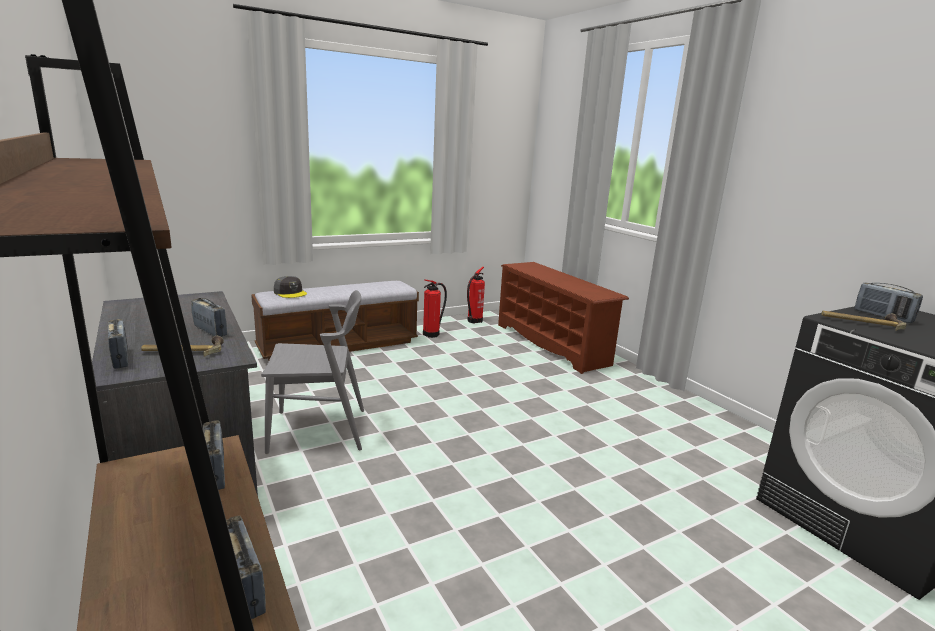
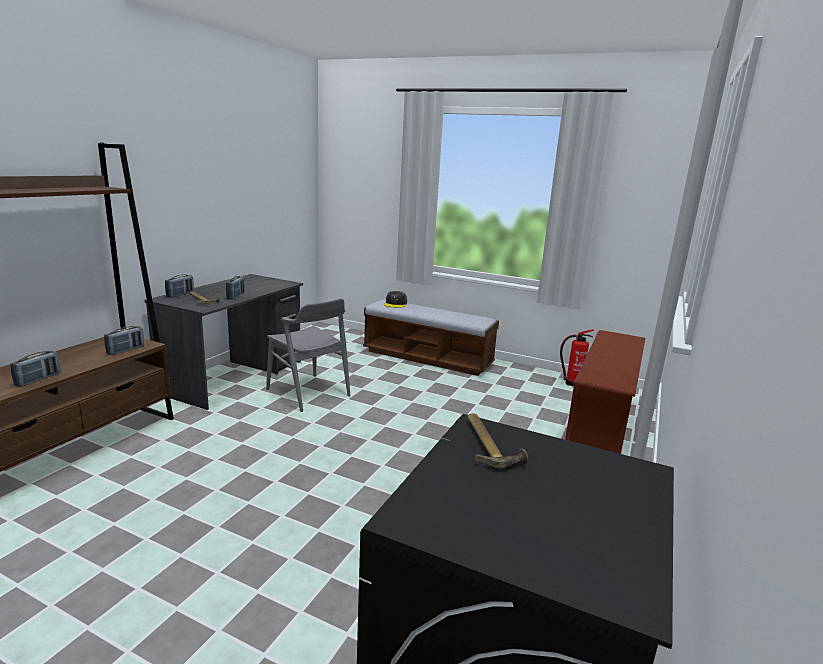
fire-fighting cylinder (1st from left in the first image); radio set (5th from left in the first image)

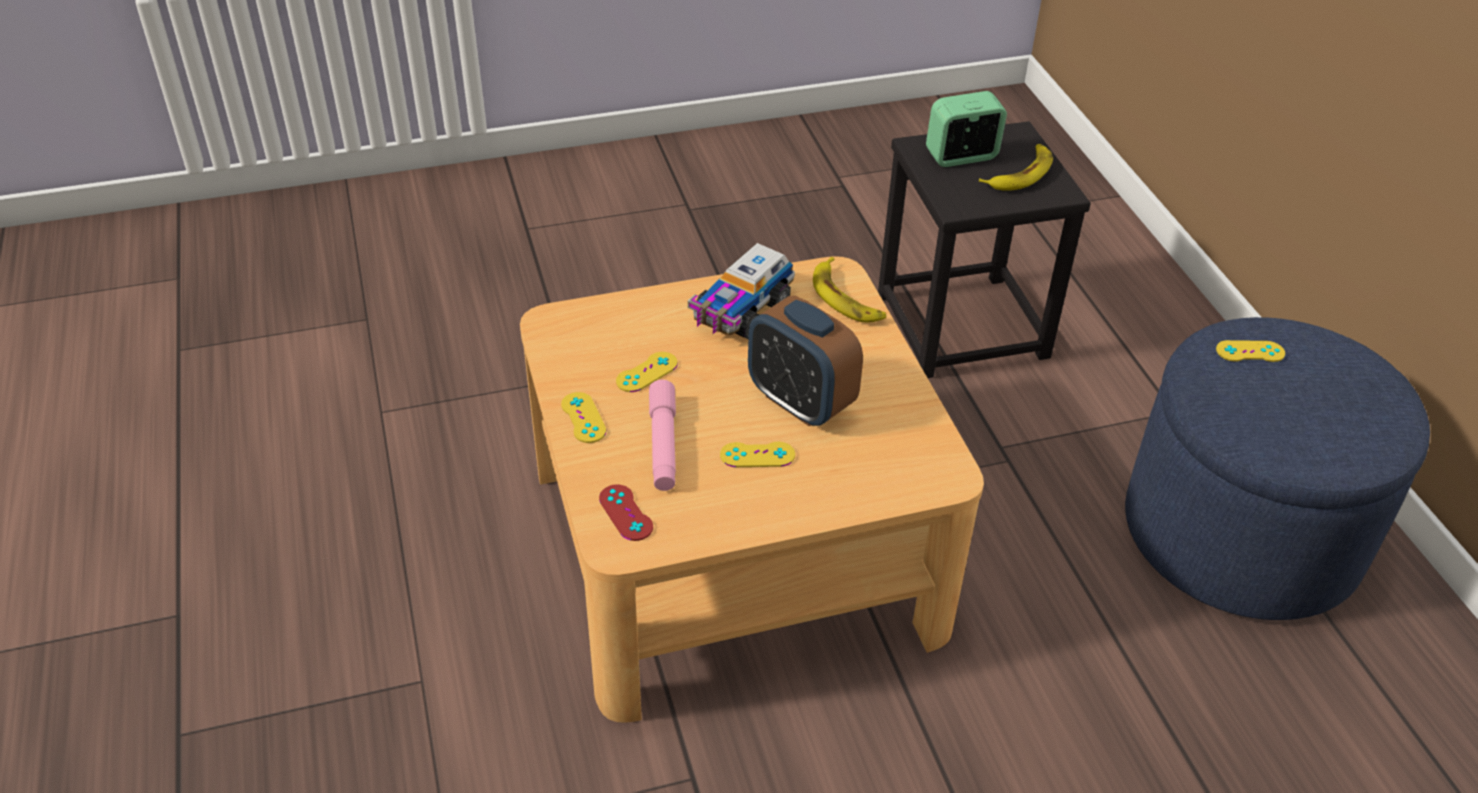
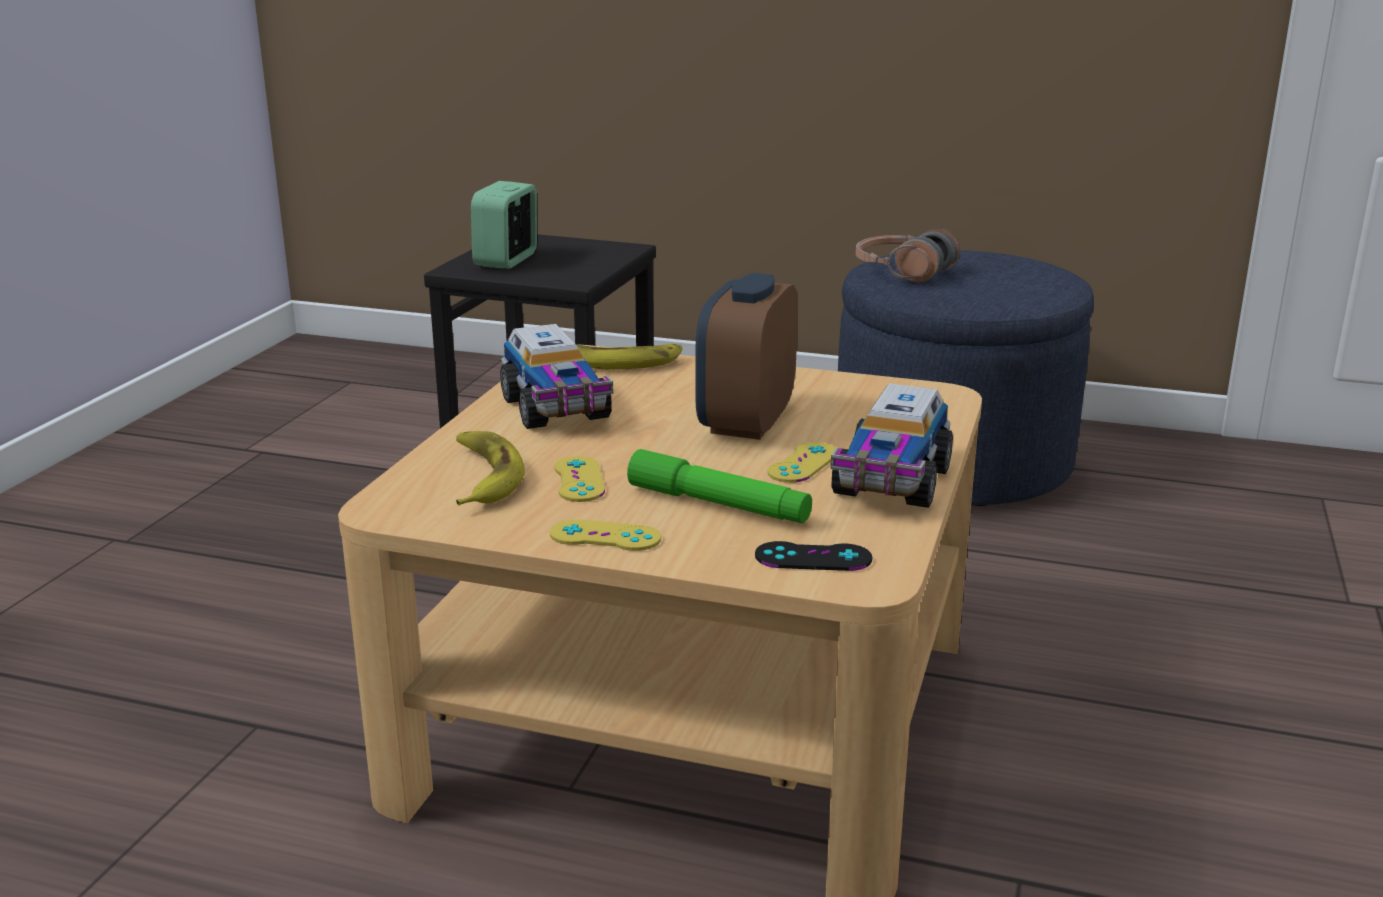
toy lorry (2nd from left); whole banana (1st from left); headphones; black joypad; green-coloured hand torch; alarm clock (2nd from left)

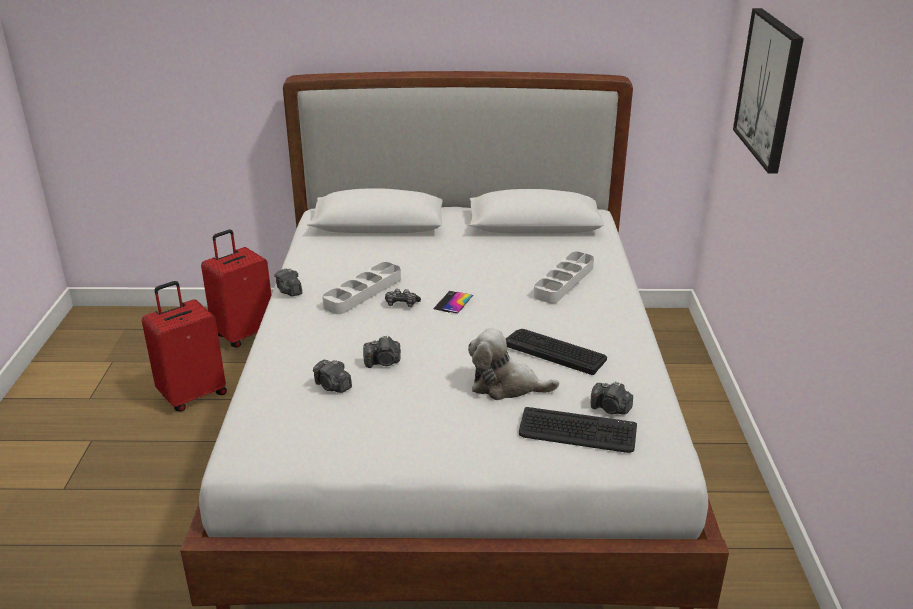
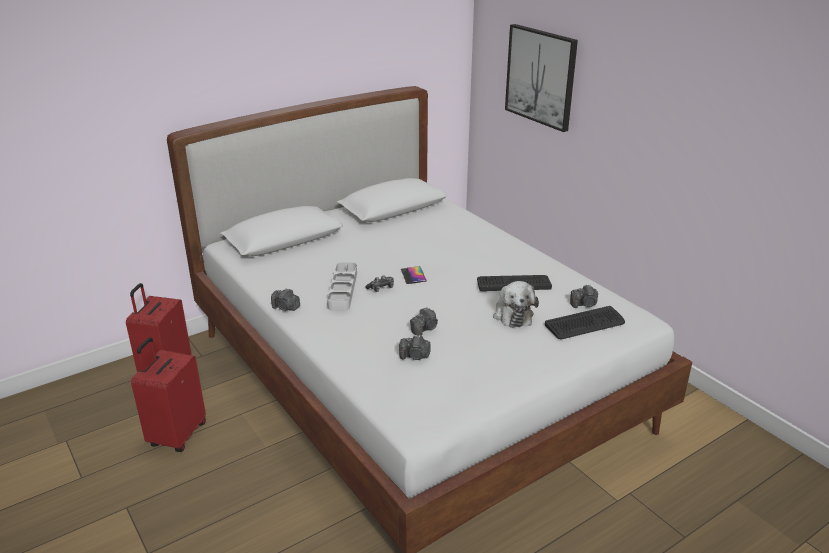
grey tray (2nd from left in the first image); soft toy

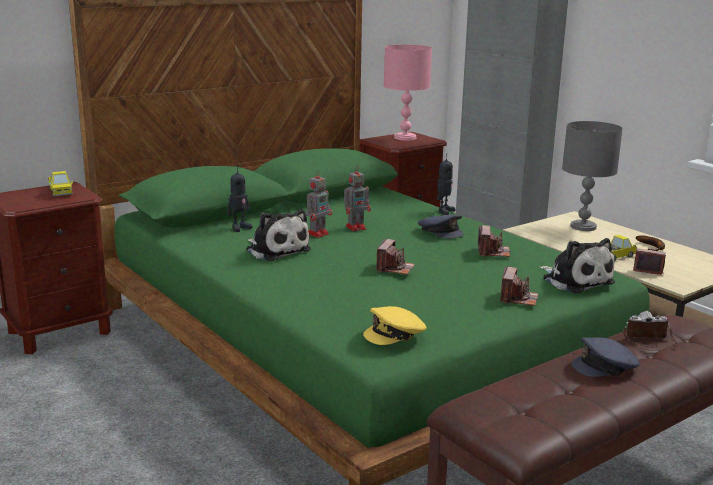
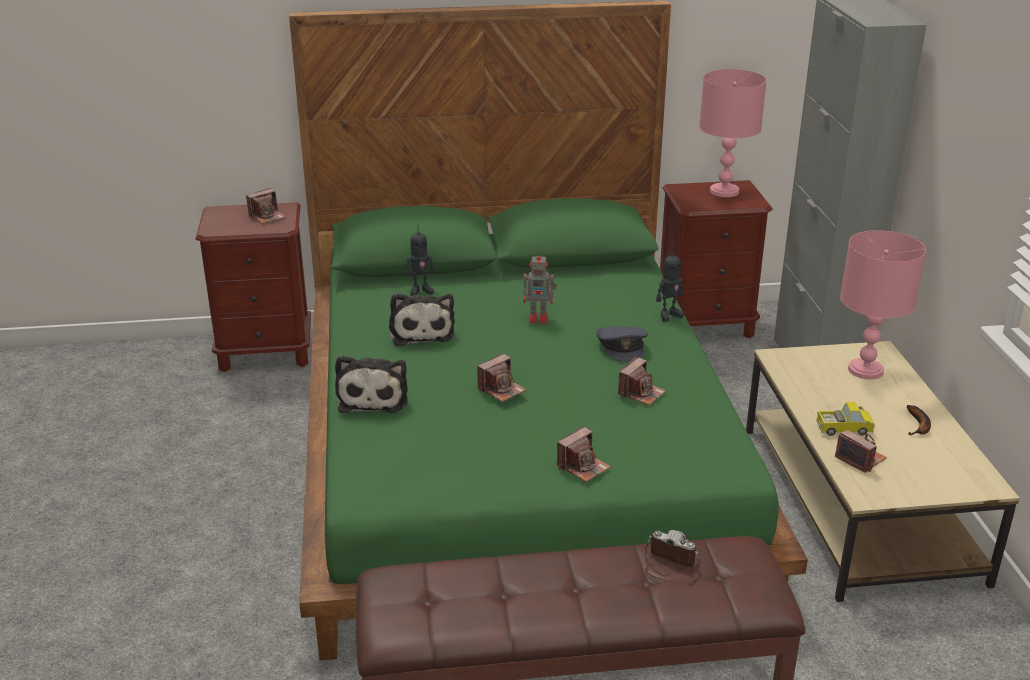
toy robot (2nd from left in the first image); yellowish cap; grey cap (2nd from left in the first image); soft toy (1st from left); photo camera (1st from left); pinkish tabletop lamp (2nd from left)

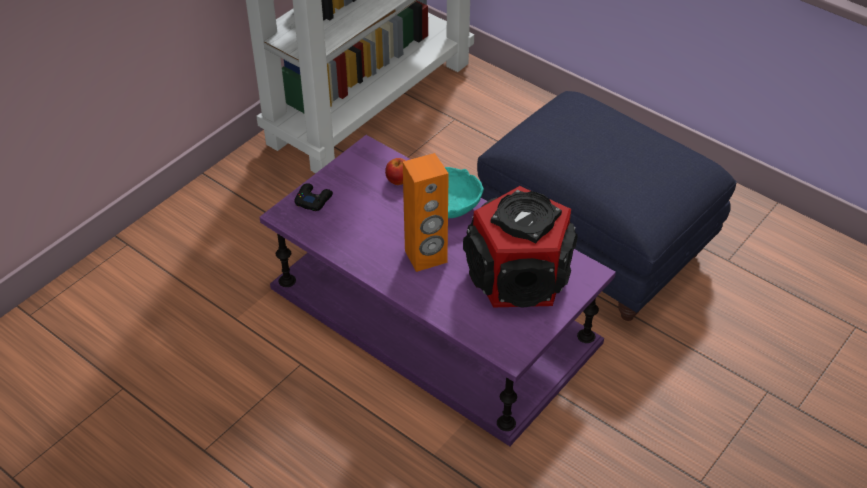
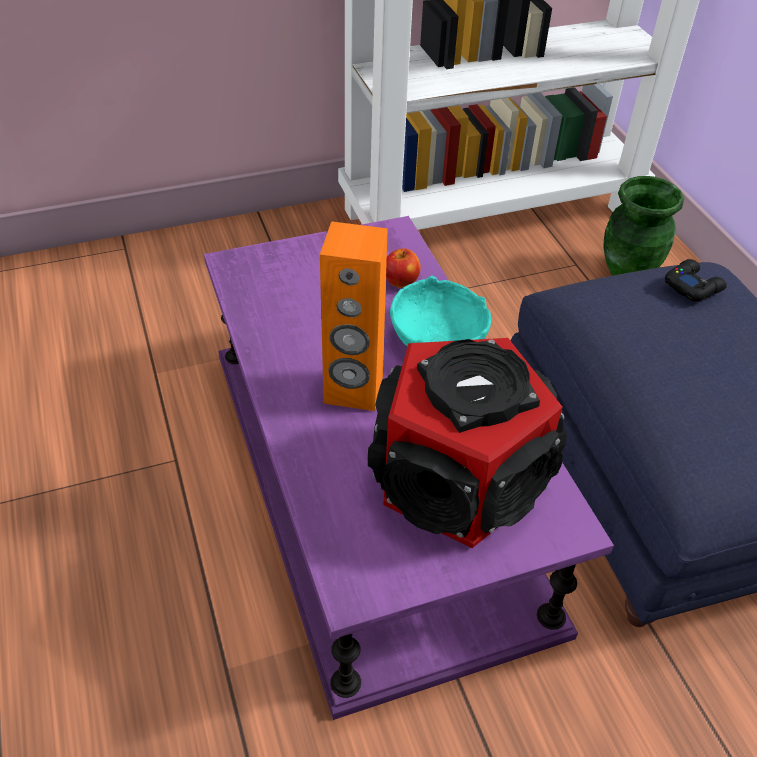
green-coloured decorative vase; black joypad

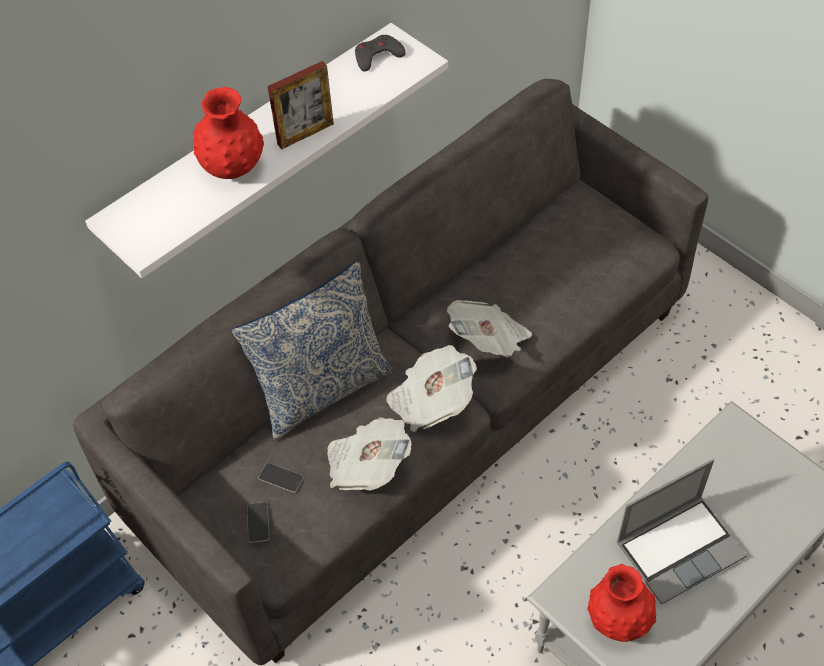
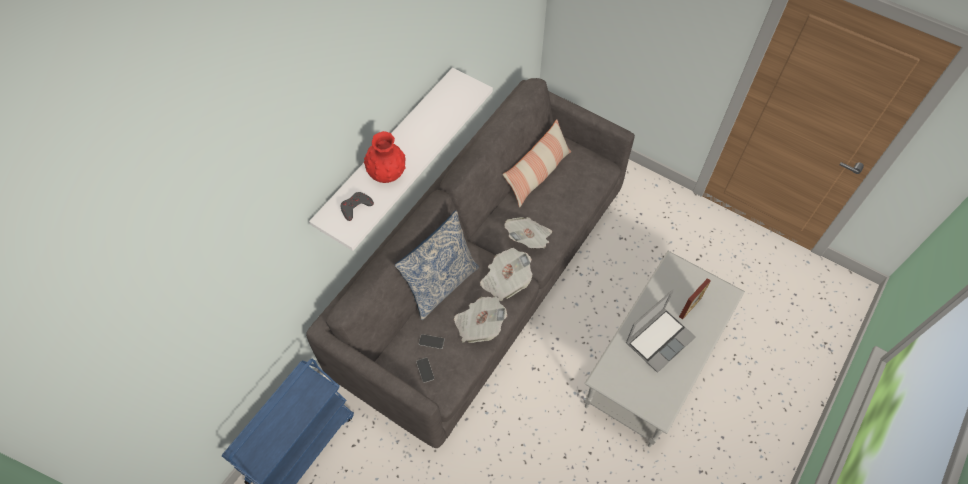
reddish decorative vase (2nd from left in the first image); throw pillow (2nd from left); photo frame; grey joypad

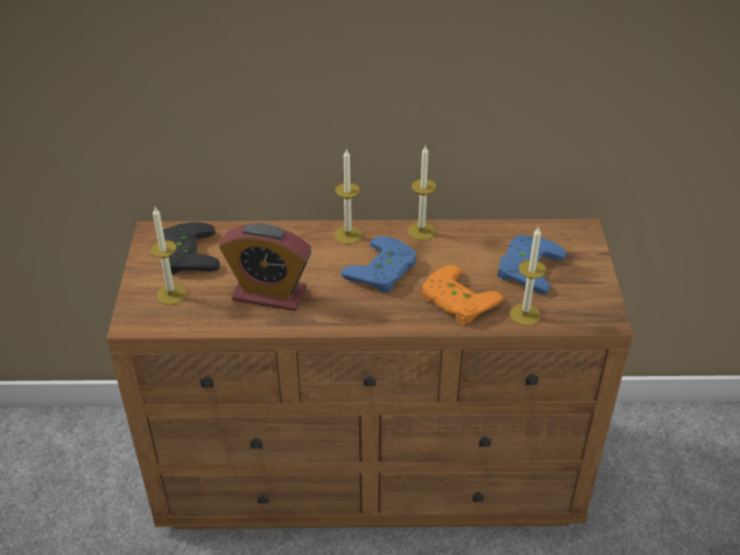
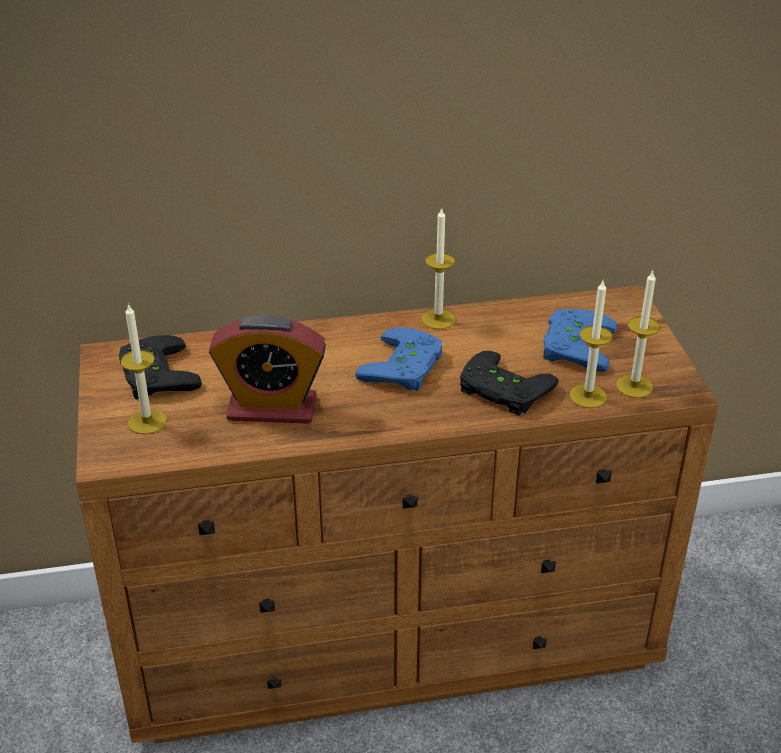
wax light (4th from left); black joypad (2nd from left)

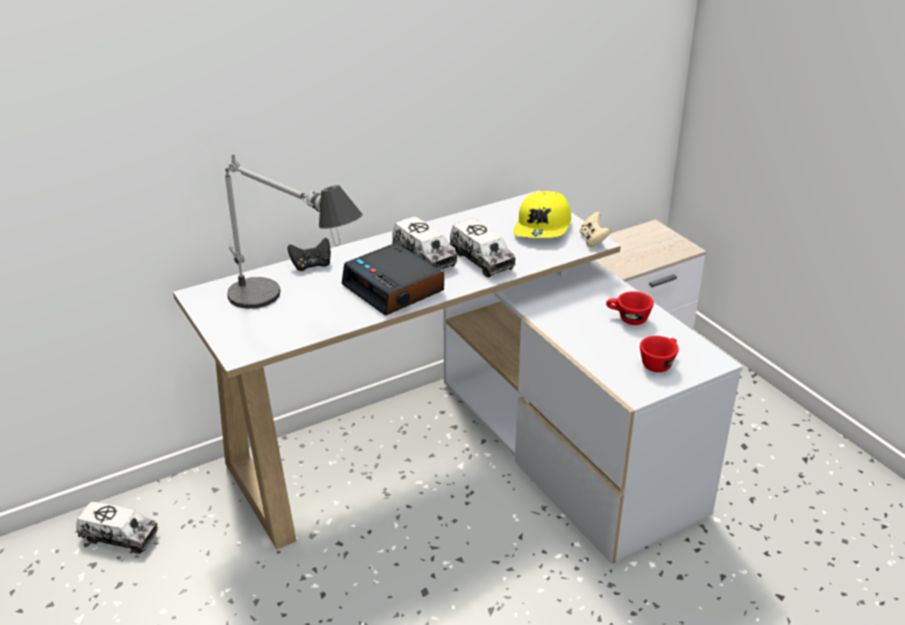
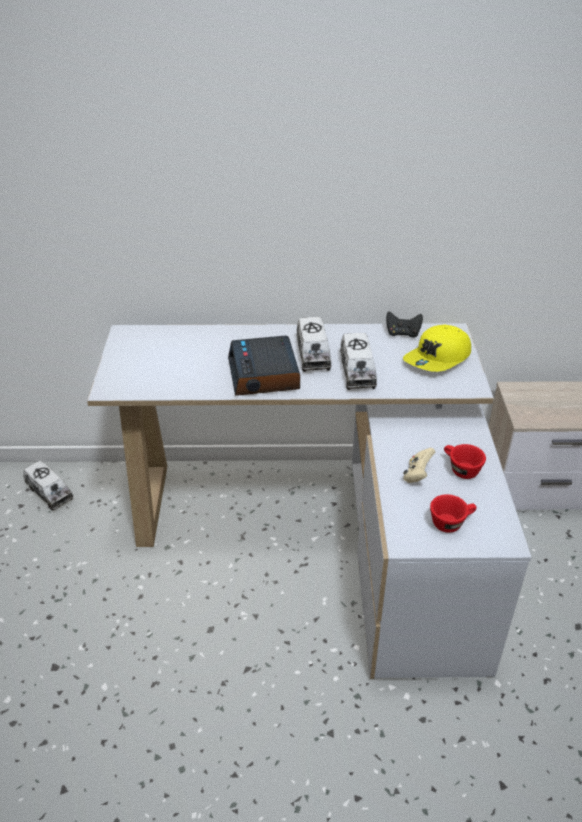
tabletop lamp; black joypad; beige-coloured joypad

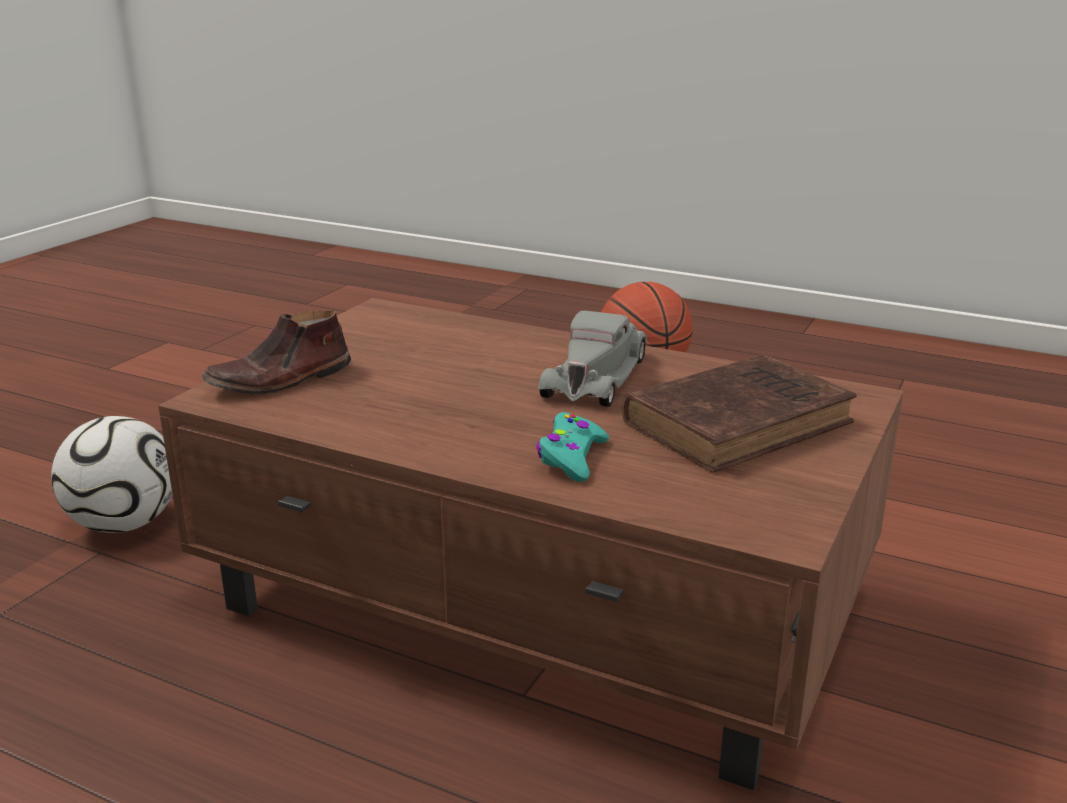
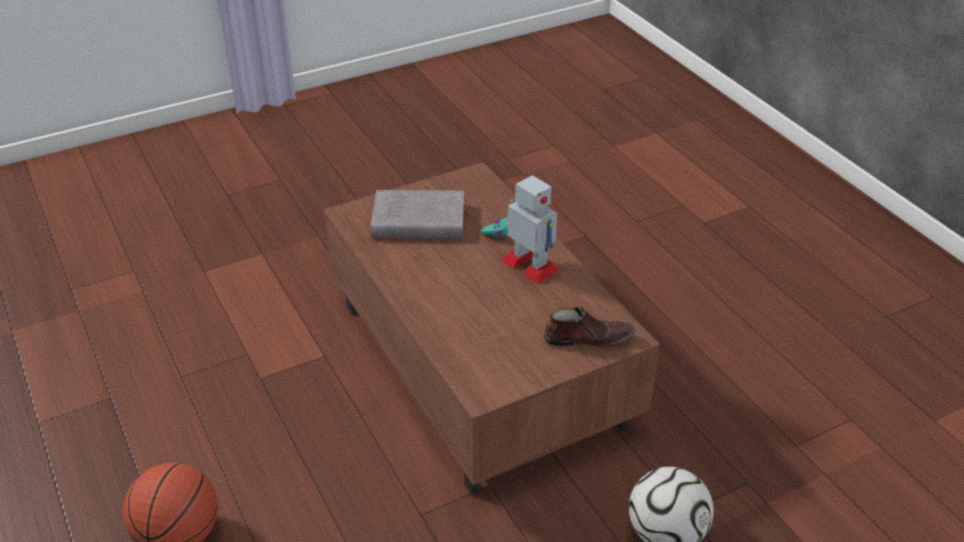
grey model car; toy robot; grey book

